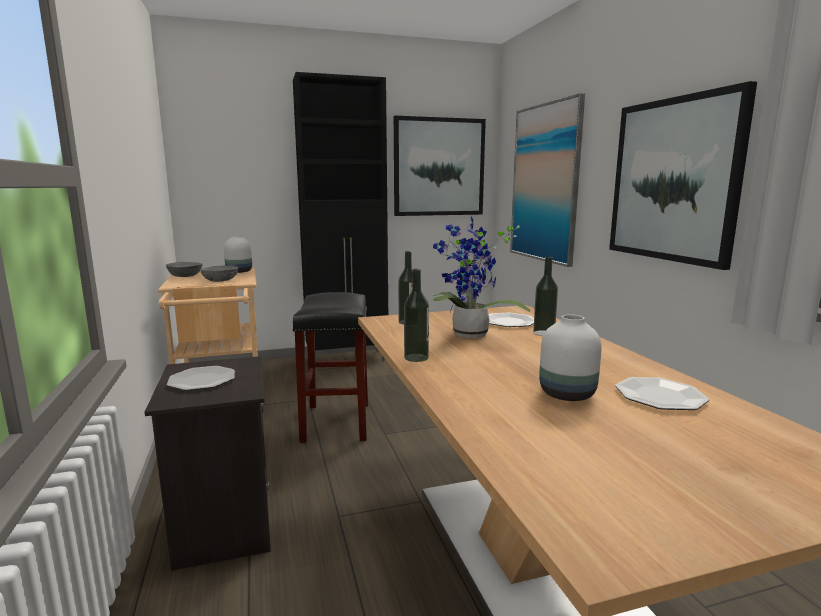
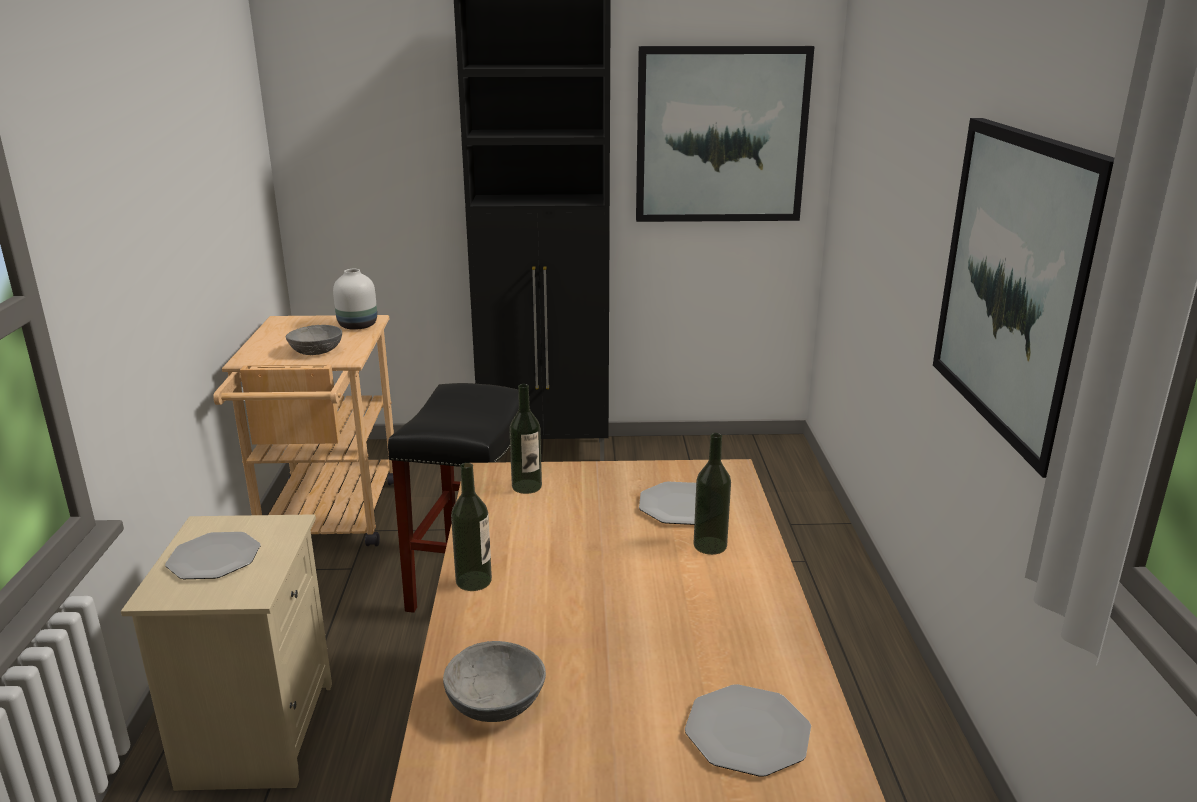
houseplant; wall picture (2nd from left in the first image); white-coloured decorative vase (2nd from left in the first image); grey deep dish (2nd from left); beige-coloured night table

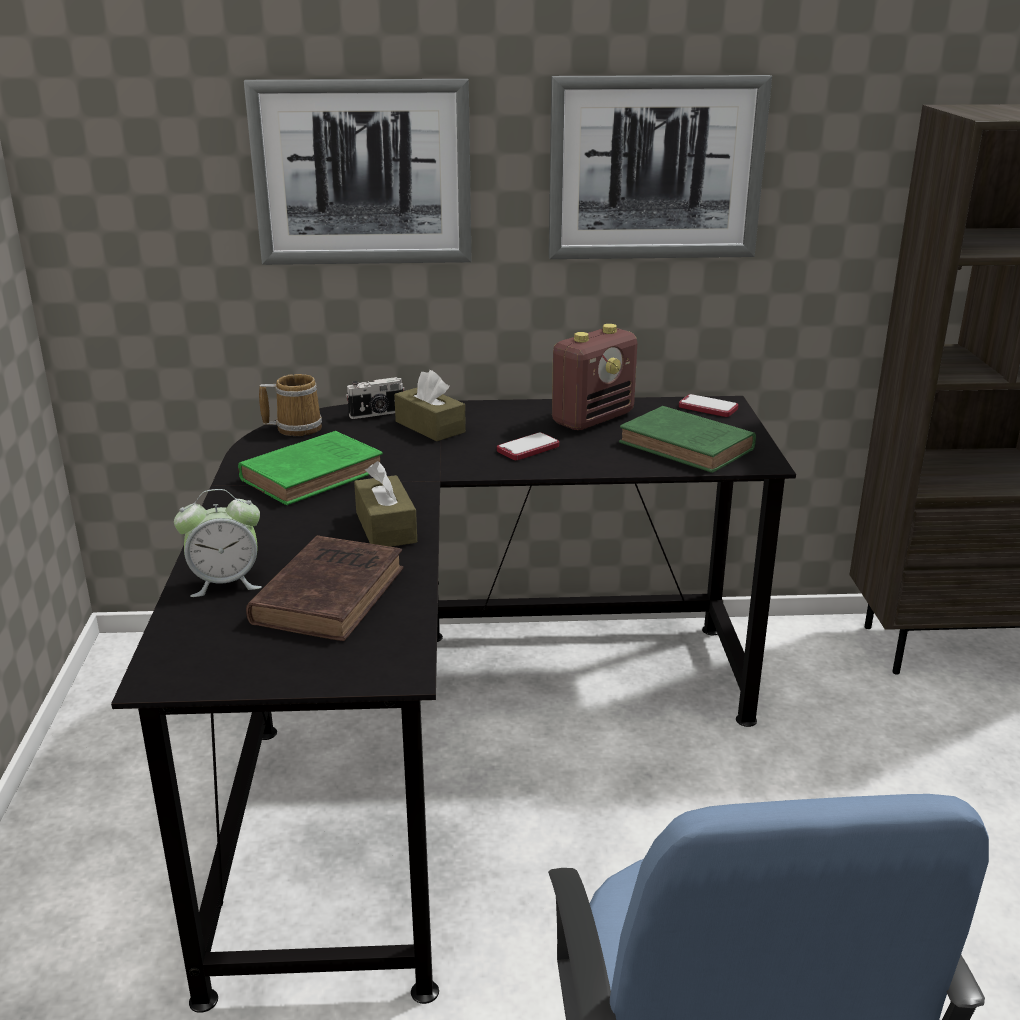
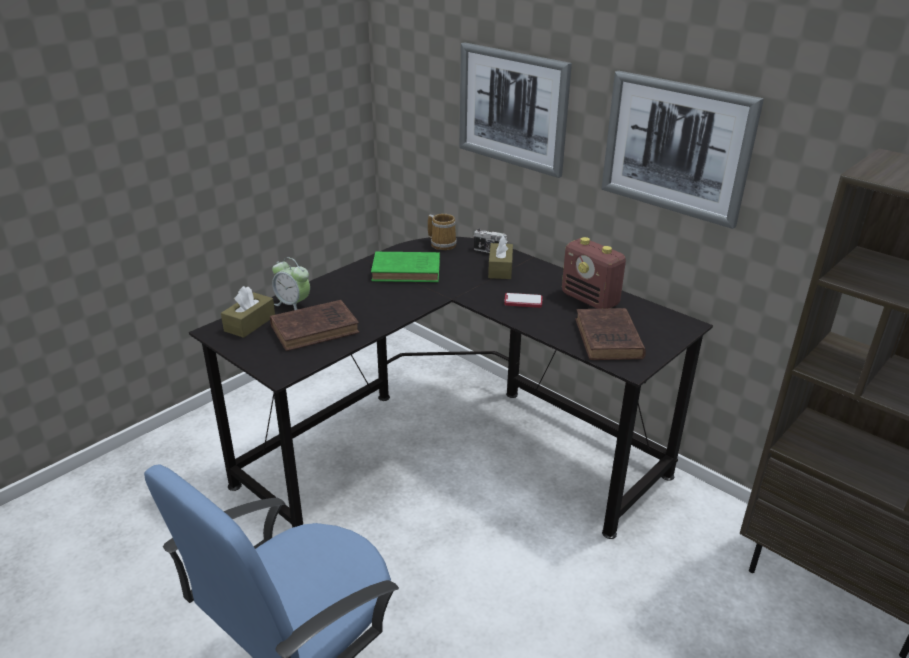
phone (2nd from left in the first image); brownish tissue holder (1st from left); brownish book (2nd from left); radio set

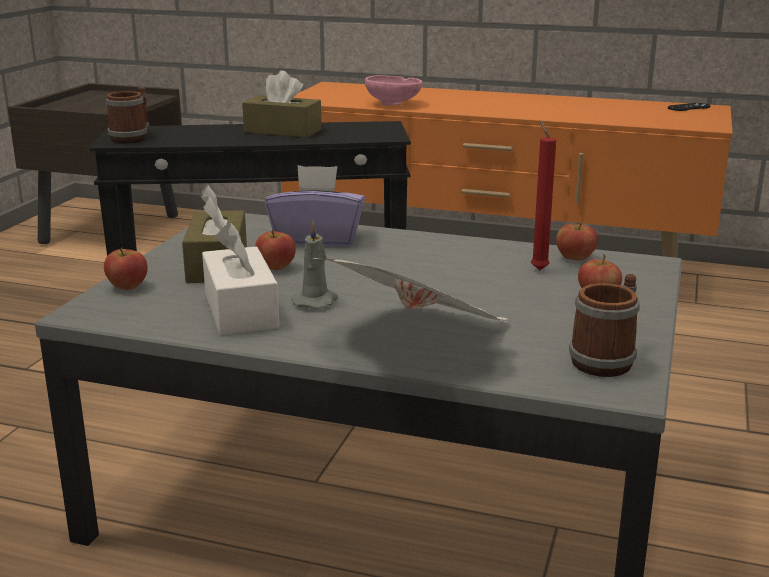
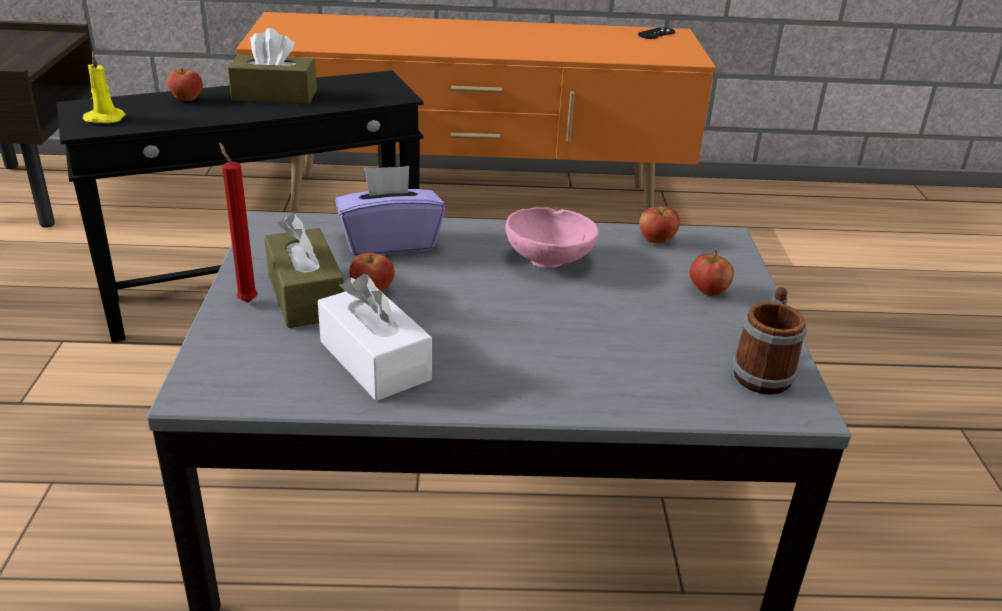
grey wax light; printed paper; apple fruit (1st from left); pinkish deep dish; reddish wax light; yellowish wax light

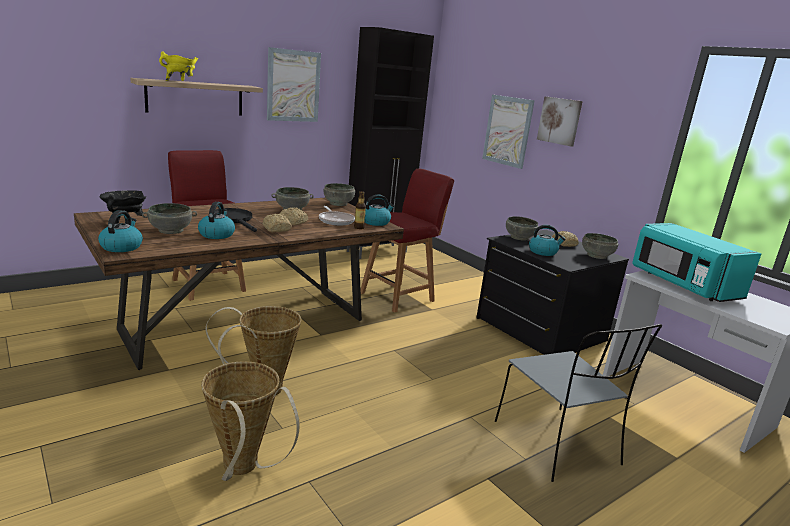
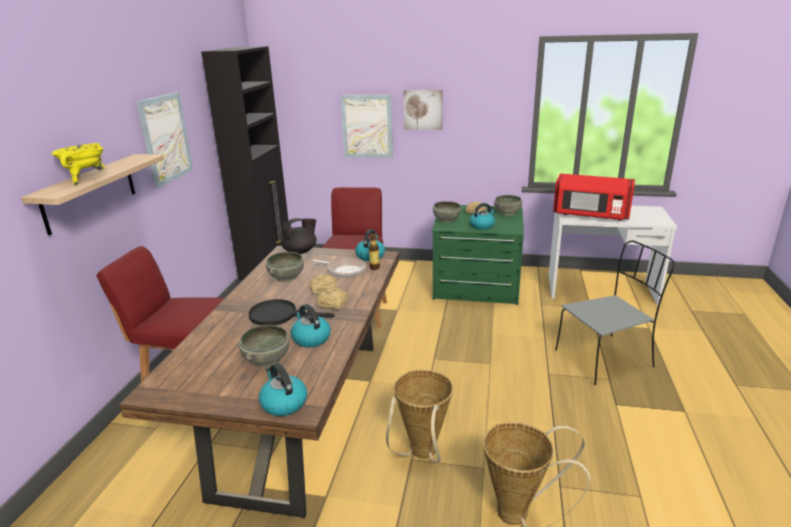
black saucepot; black teapot; green-coloured drawer chest; reddish microwave oven; grey plain chair

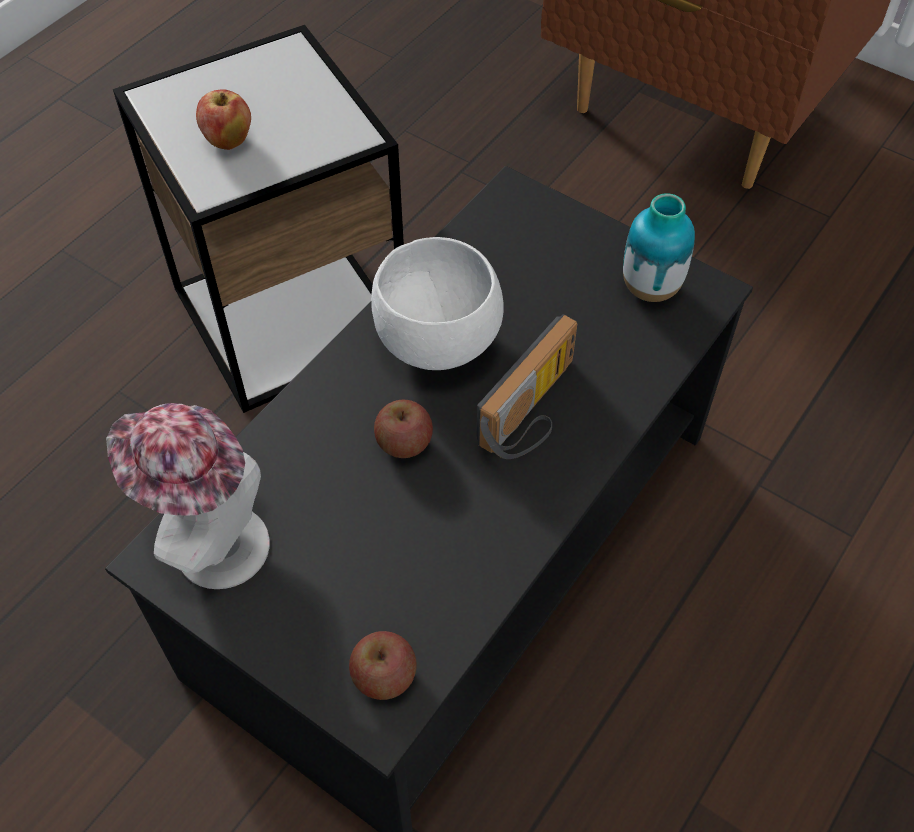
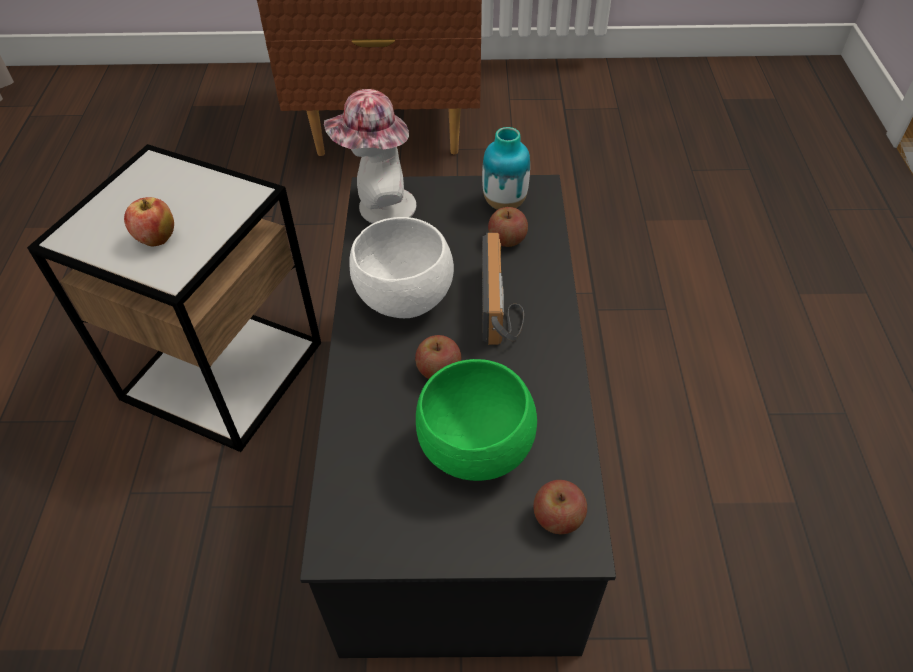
green-coloured deep dish; apple fruit (3rd from left); hat

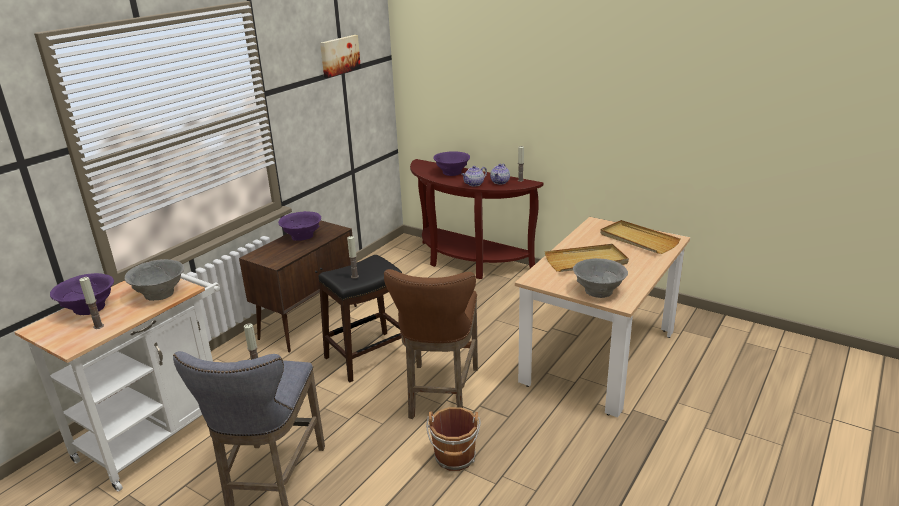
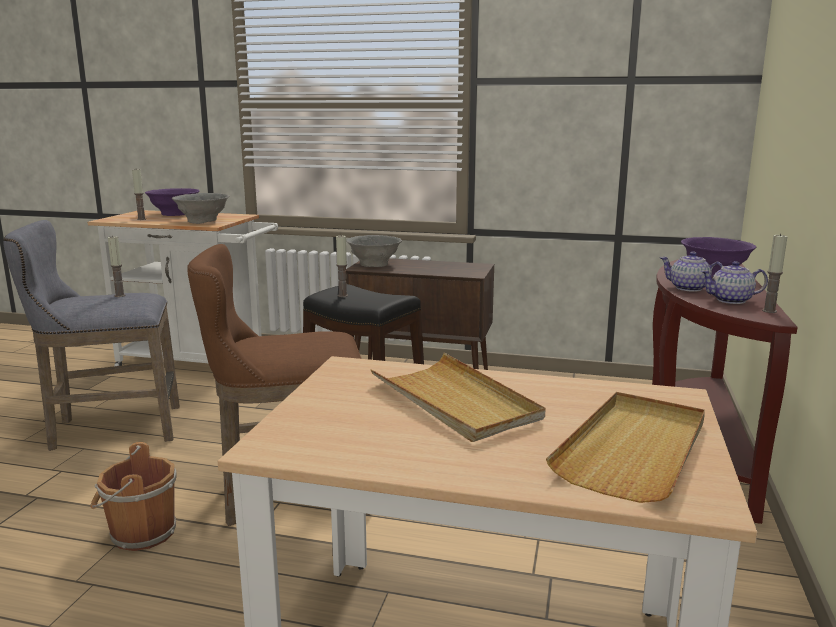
purplish deep dish (2nd from left in the first image); wall picture; grey deep dish (2nd from left)

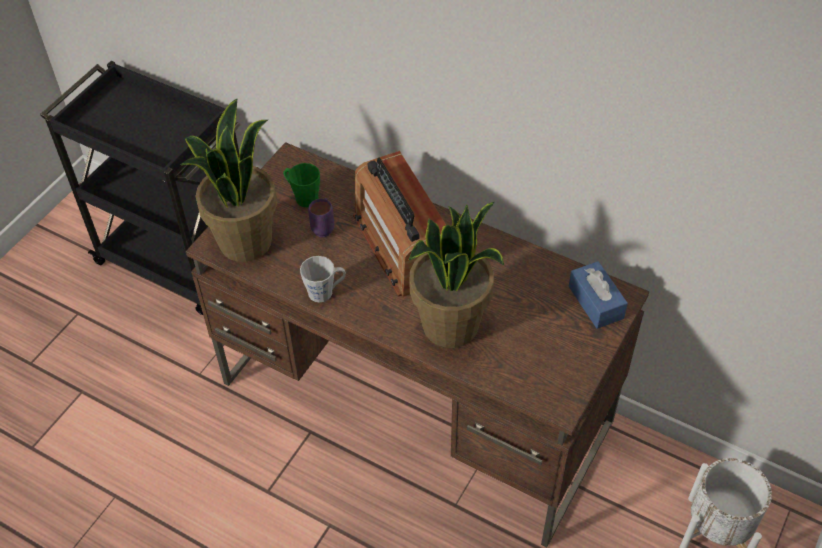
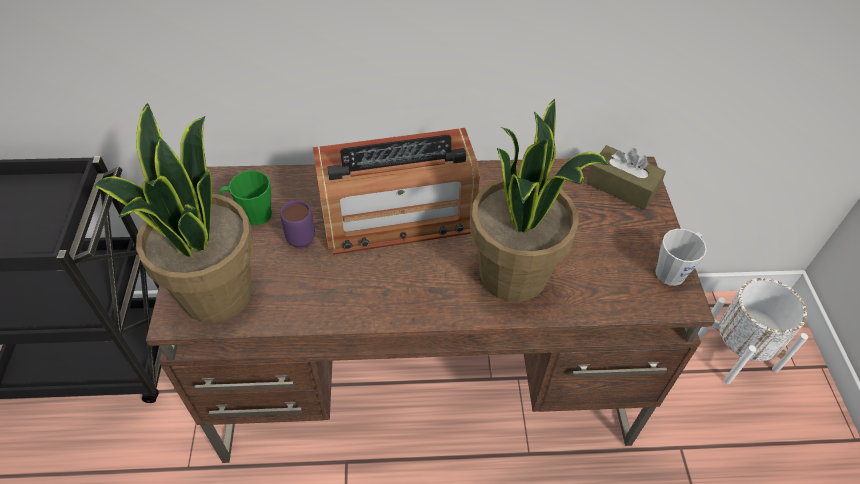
grey tea mug; brownish tissue holder; radio set

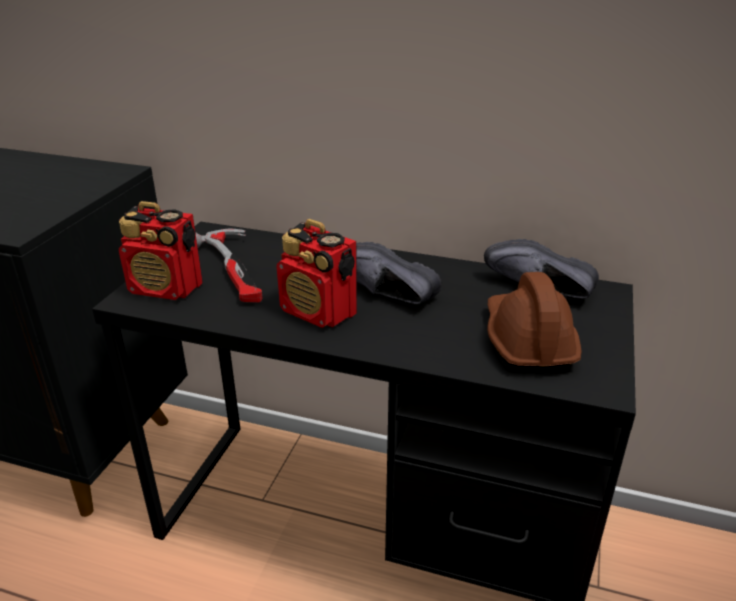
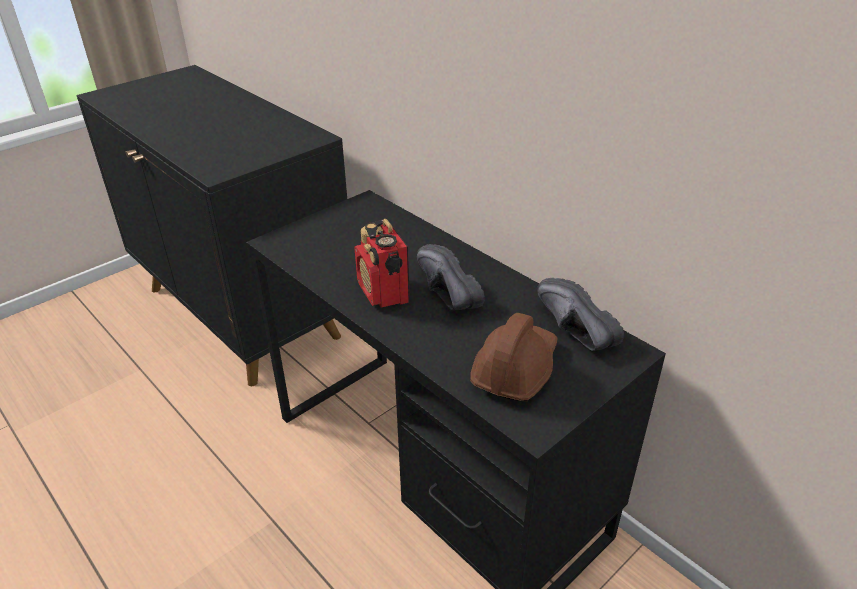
radio set (1st from left in the first image); tool hammer

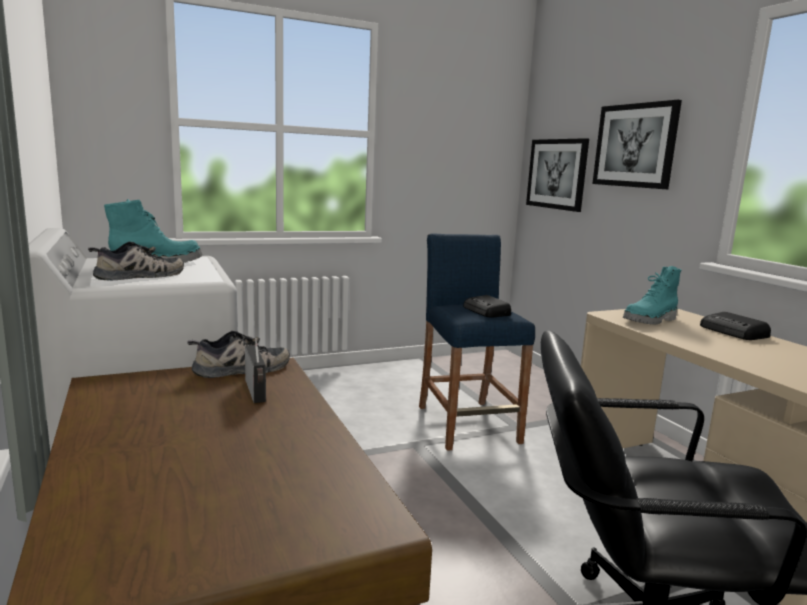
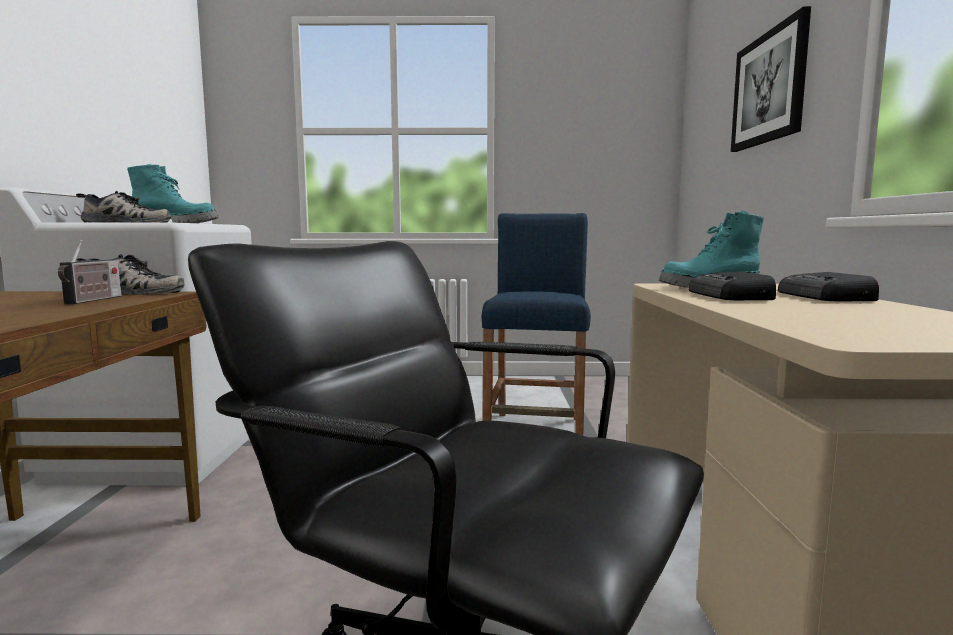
wall picture (1st from left in the first image); radio set (2nd from left)

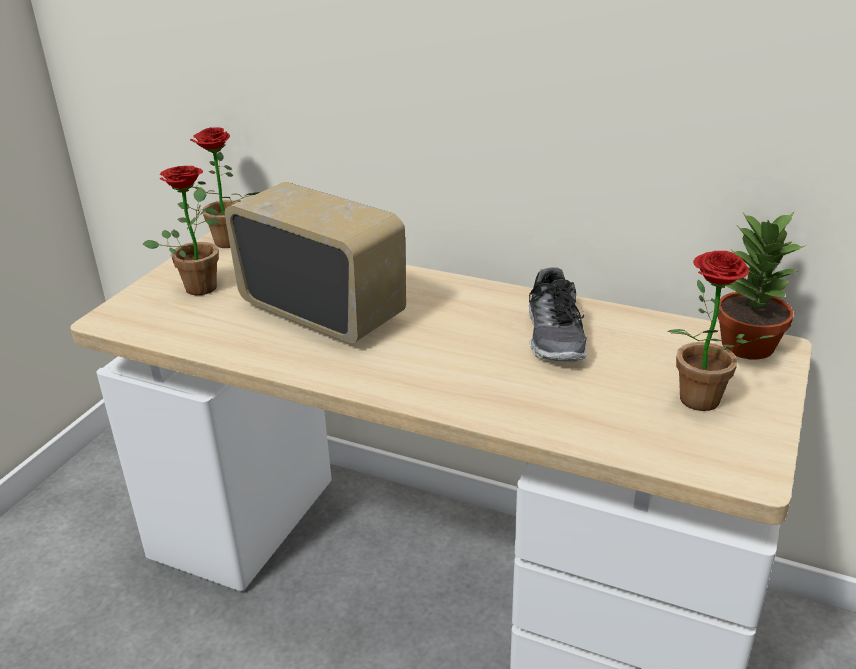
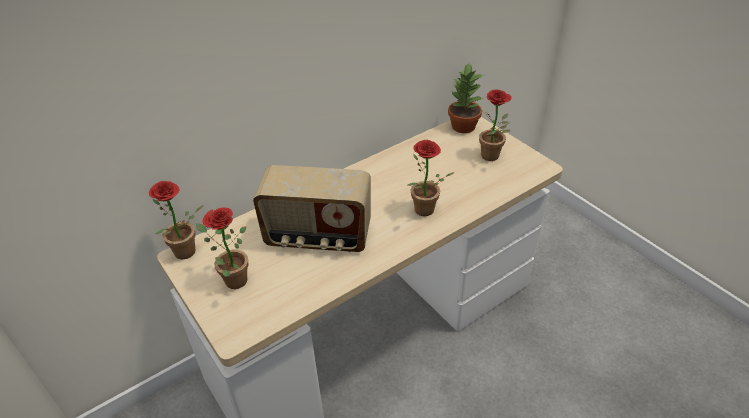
low shoe; houseplant (3rd from left); radio set

